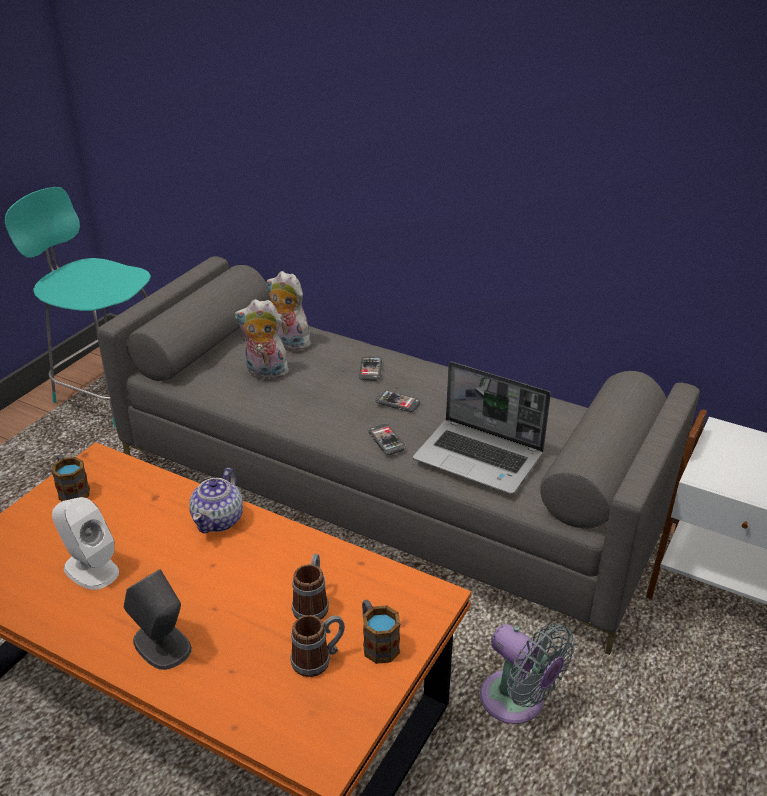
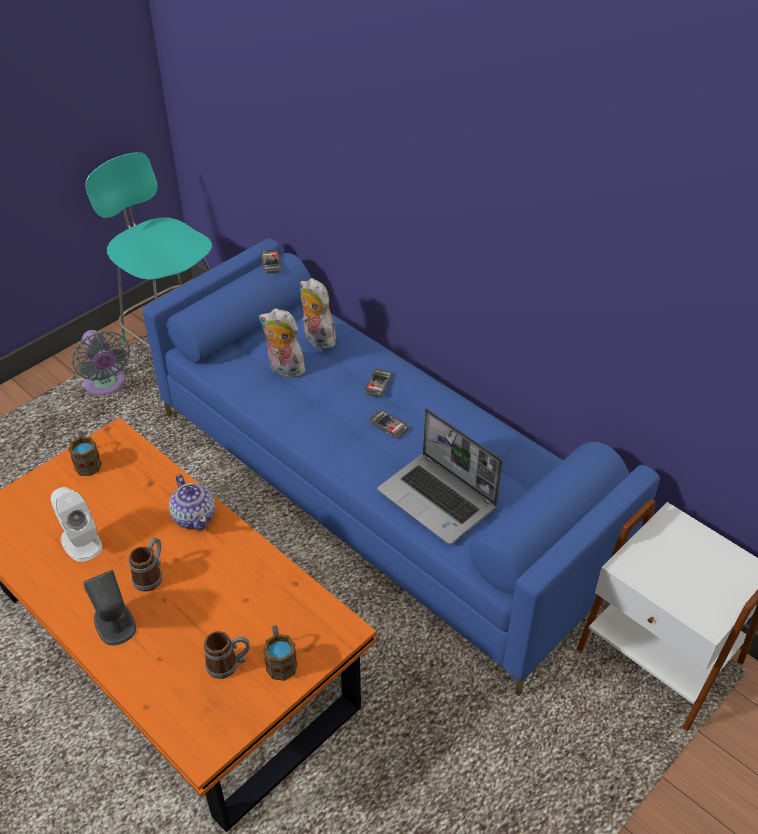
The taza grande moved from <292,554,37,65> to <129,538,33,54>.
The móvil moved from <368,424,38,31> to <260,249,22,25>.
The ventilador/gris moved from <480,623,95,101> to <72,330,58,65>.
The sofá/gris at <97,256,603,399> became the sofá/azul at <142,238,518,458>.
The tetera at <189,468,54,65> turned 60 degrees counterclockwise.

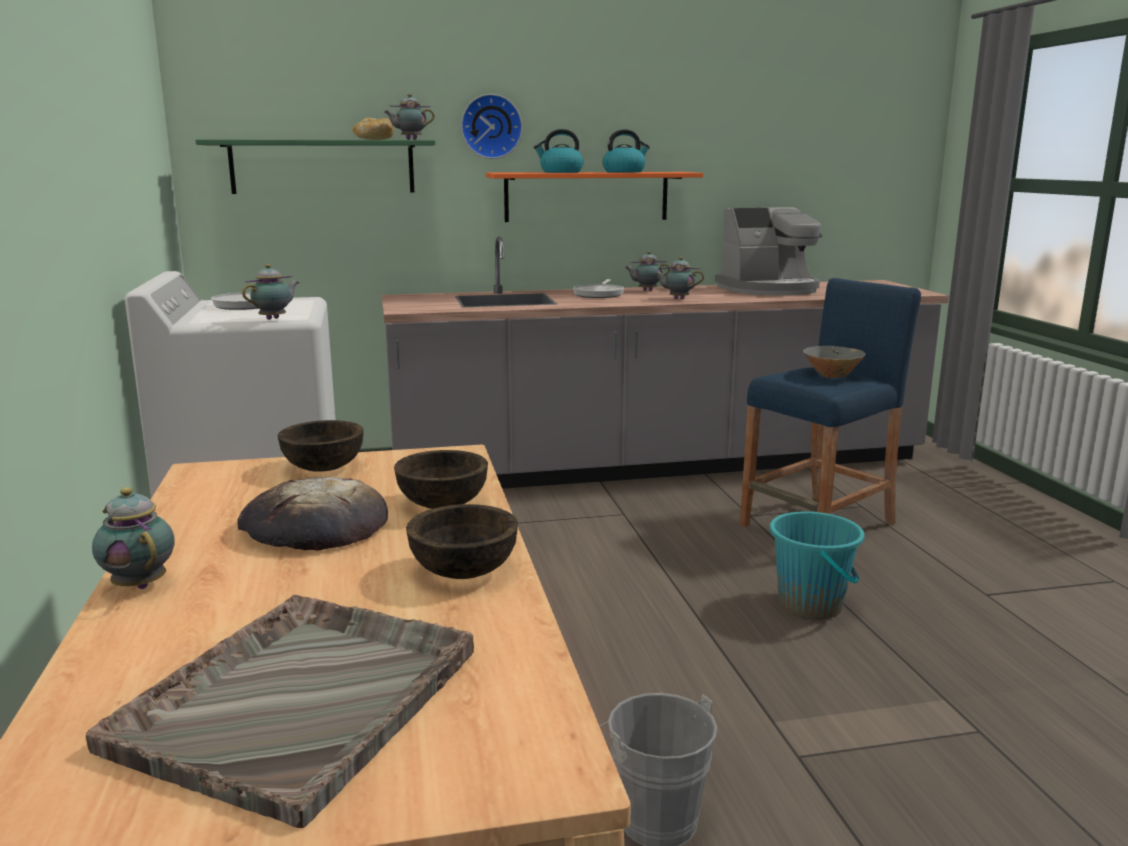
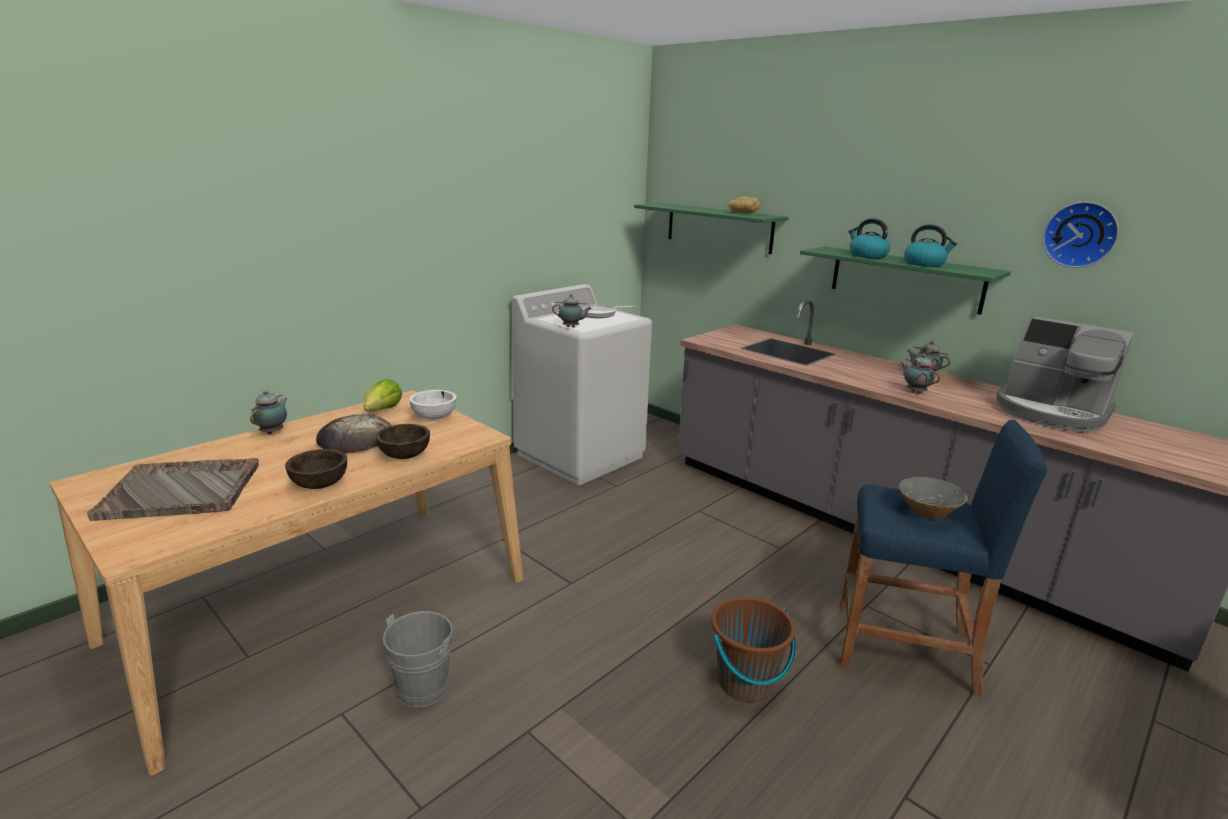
The tetera at <384,94,51,46> disappeared.
The sartén at <573,279,51,19> disappeared.
The lechuga at <364,379,38,32> appeared.
The reloj de pared moved from <461,94,62,65> to <1043,202,76,66>.
The cuenco/marrón at <278,420,86,52> became the cuenco/blanco at <409,390,48,29>.
The estante/naranja at <486,172,217,50> became the estante/verde at <800,246,211,69>.
The cubo/turquesa at <769,511,96,109> became the cubo/marrón at <711,597,85,105>.

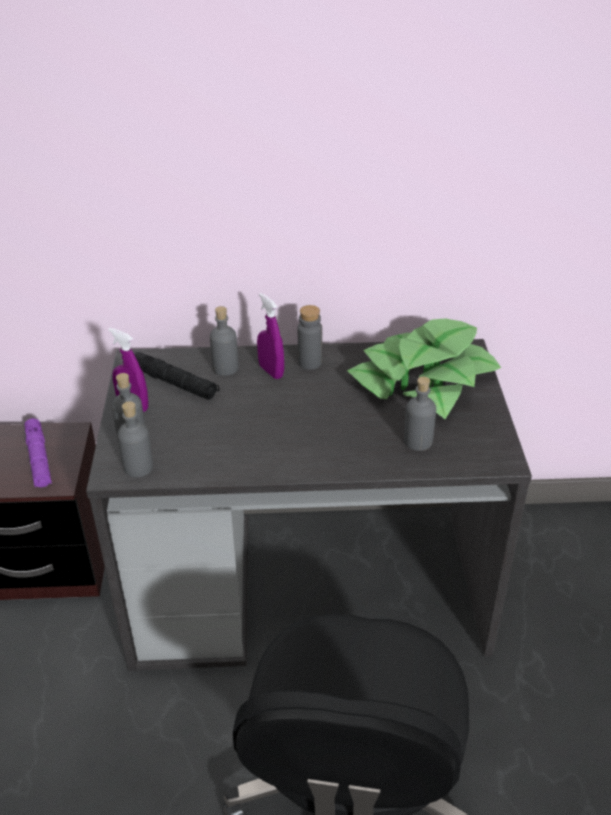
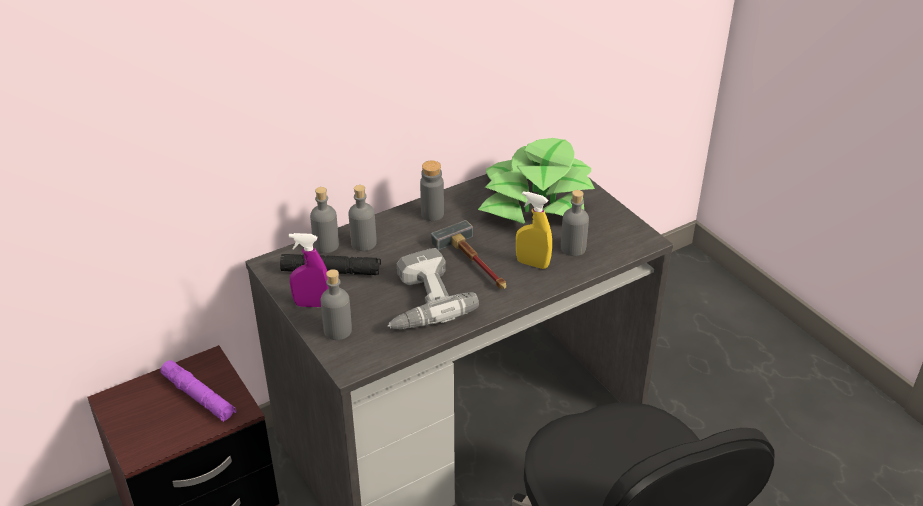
The pulverizador/morado at <257,293,27,86> disappeared.
The taladro at <388,248,91,81> appeared.
The martillo at <431,220,75,69> appeared.
The pulverizador/amarillo at <516,191,36,78> appeared.
The botella/gris moved from <117,401,36,76> to <310,187,29,66>.

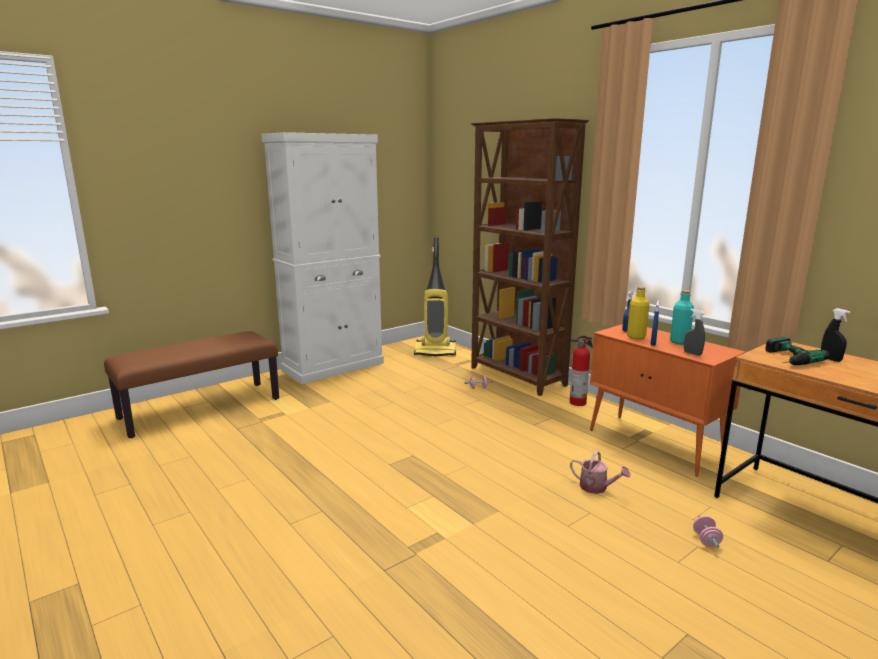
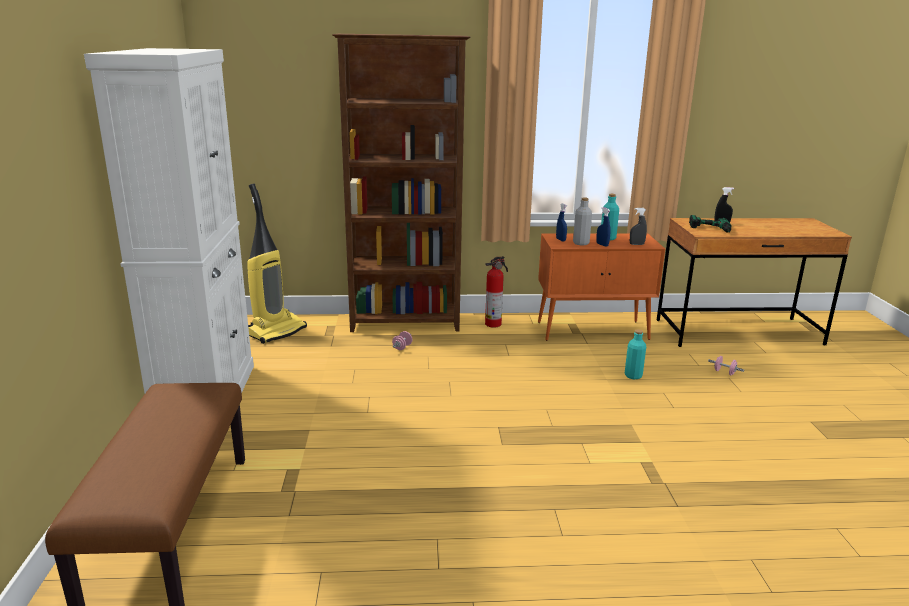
The regadera at <570,451,60,43> was replaced by the botella/turquesa at <625,329,21,50>.
The botella/amarillo at <627,286,23,53> became the botella/gris at <573,197,19,48>.

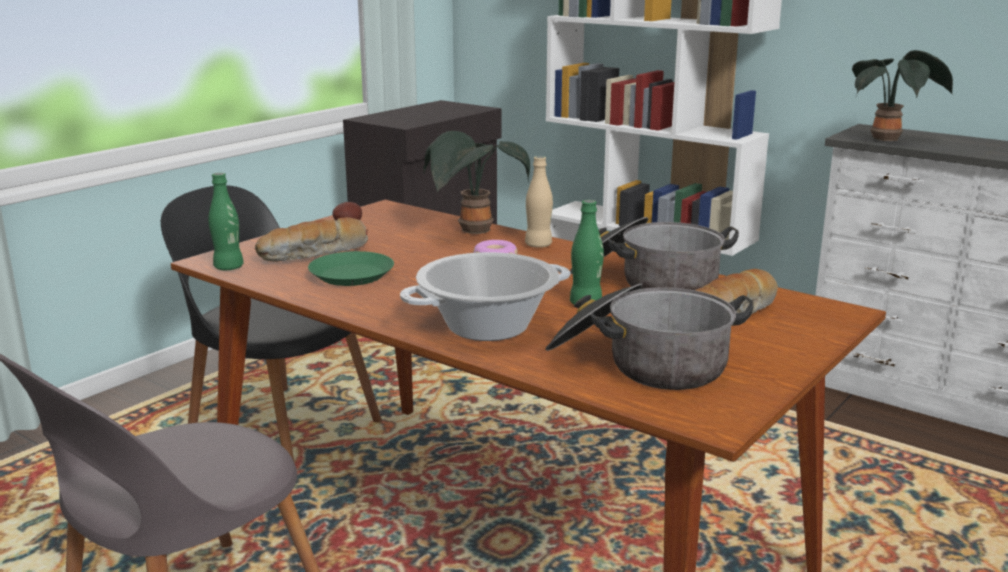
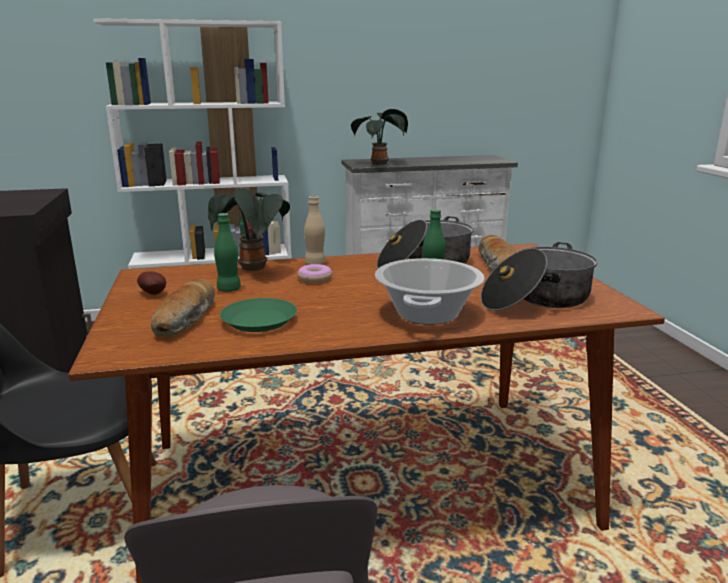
The botella/verde moved from <208,173,36,97> to <214,213,27,79>.

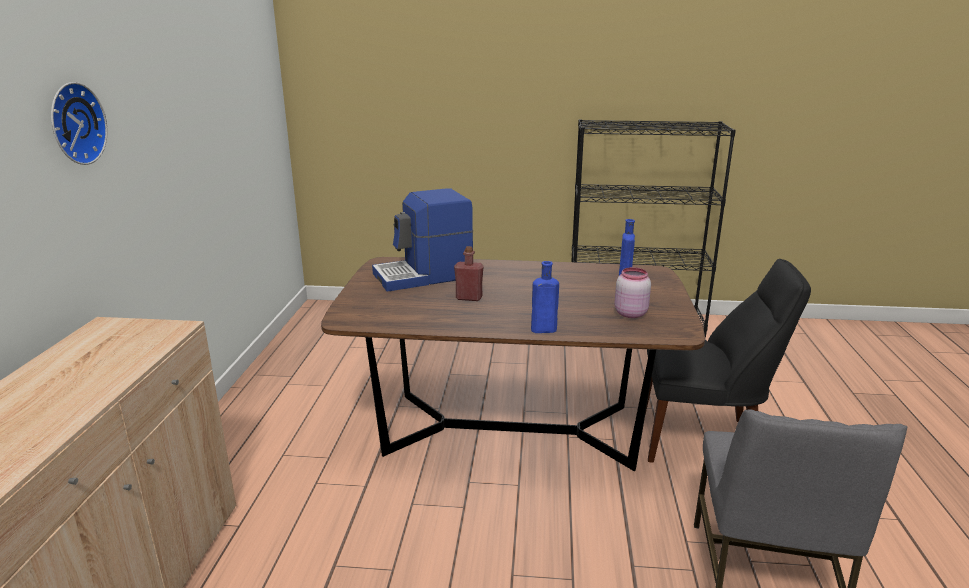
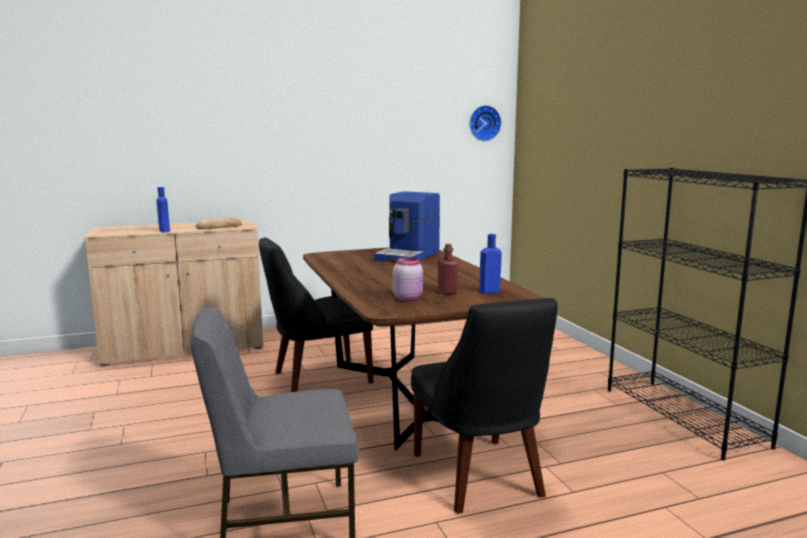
The pan at <196,217,46,12> appeared.
The silla/negro at <259,237,115,155> appeared.
The reloj de pared moved from <51,82,57,83> to <469,105,32,36>.
The botella/rojo moved from <454,246,30,55> to <438,244,20,51>.
The botella/azul moved from <531,261,28,72> to <157,187,13,45>.
The cafetera at <372,188,101,104> turned 105 degrees counterclockwise.

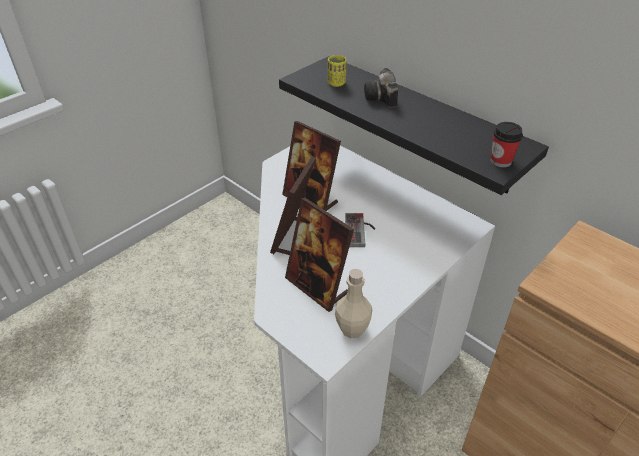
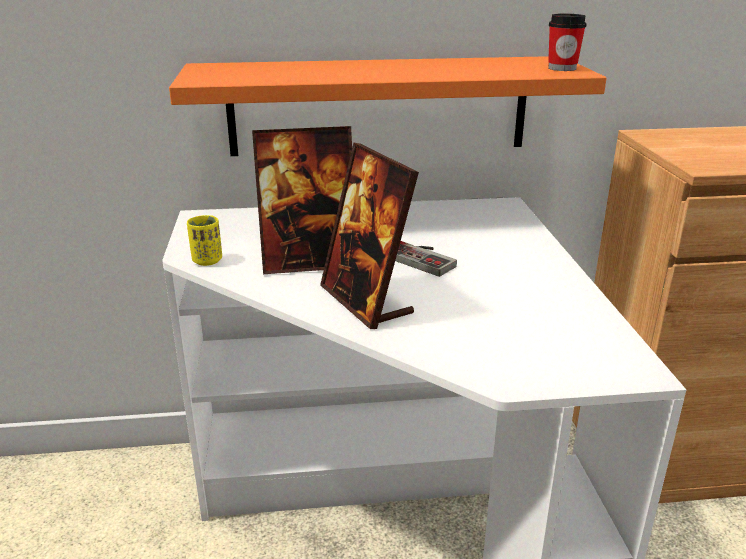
The portarretratos at <285,197,69,115> disappeared.
The botella/beis at <335,269,37,69> disappeared.
The cámara at <364,68,34,40> disappeared.
The taza/amarillo moved from <328,55,18,32> to <187,215,35,51>.
The estante/negro at <279,56,270,139> became the estante/naranja at <169,56,438,100>.

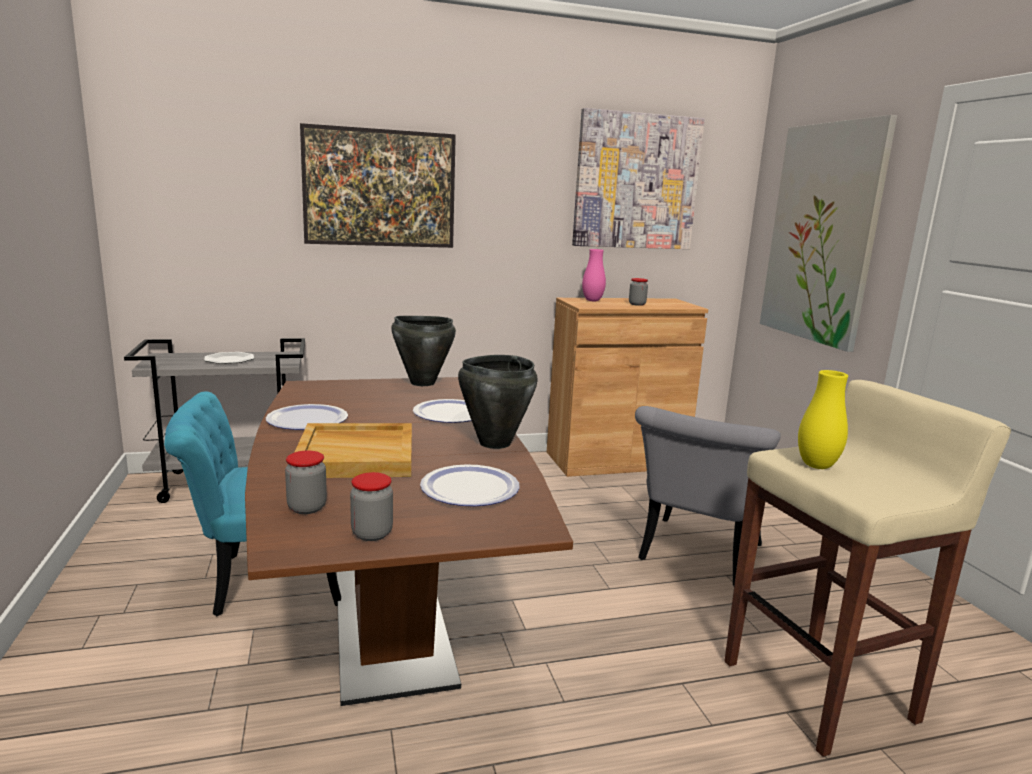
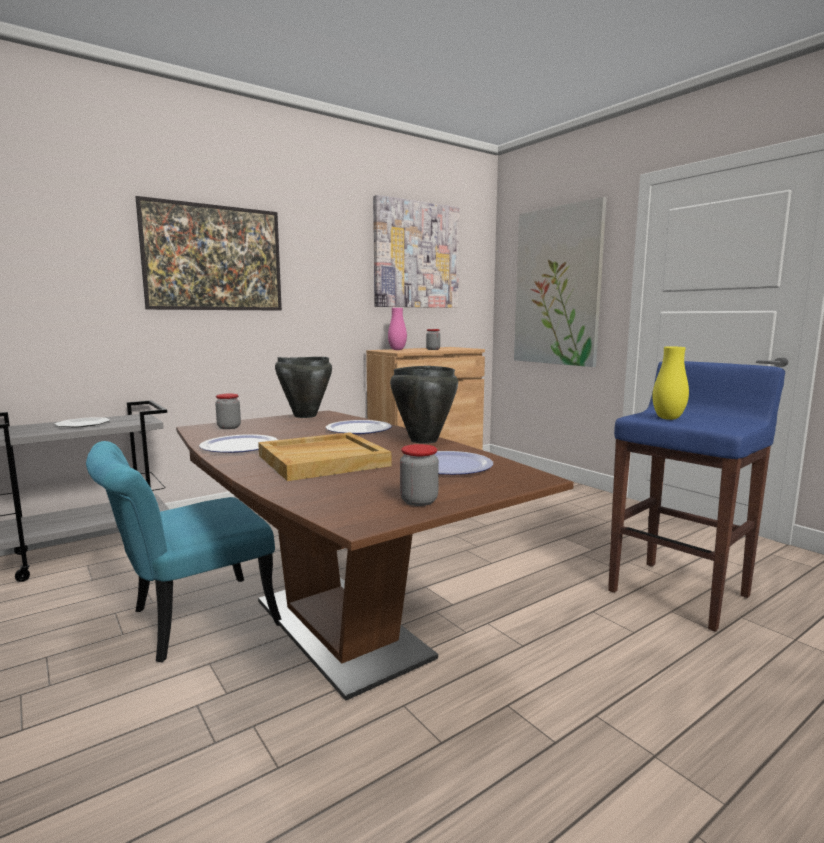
The silla/gris at <635,406,146,180> disappeared.
The tarro moved from <285,451,42,63> to <215,394,26,35>.
The taburete/beis at <724,380,287,377> became the taburete/azul at <608,361,177,271>.

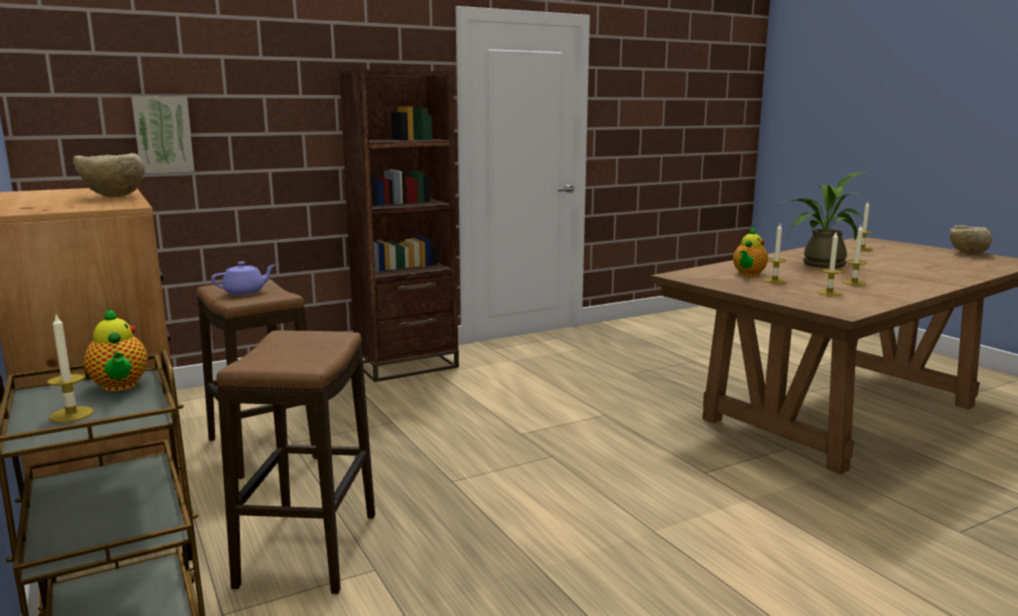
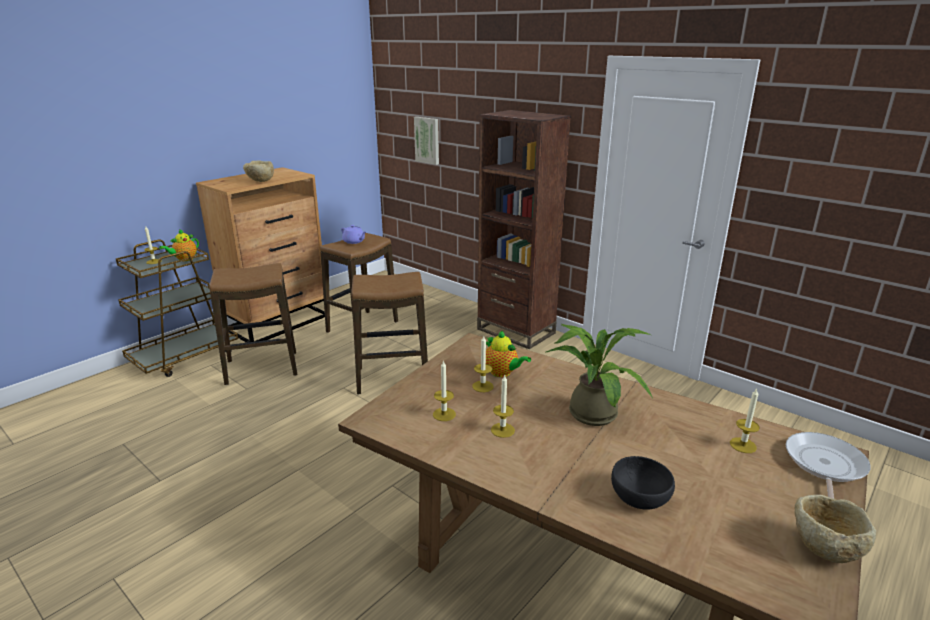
The taburete at <351,272,77,122> appeared.
The cuenco/negro at <611,456,64,54> appeared.
The sartén at <786,432,85,66> appeared.
The tetera at <733,227,35,49> turned 150 degrees counterclockwise.

